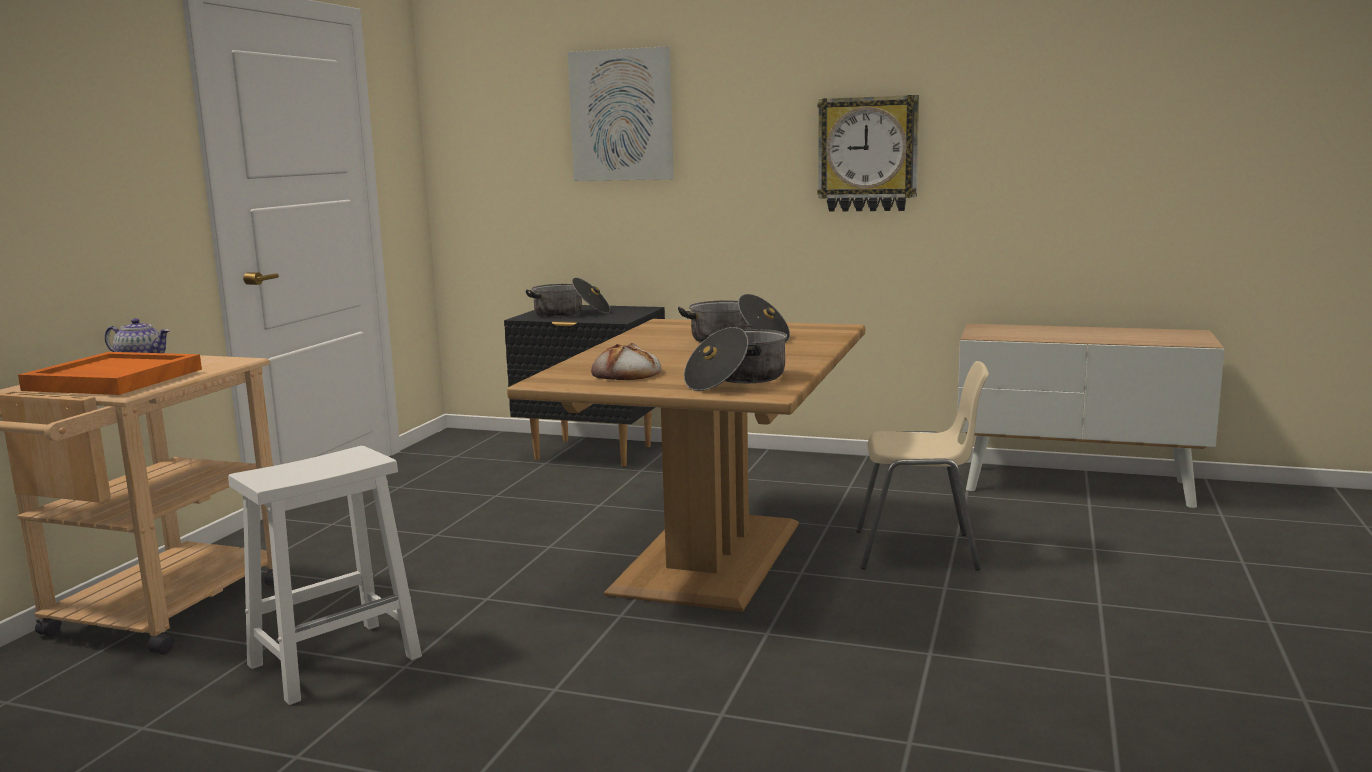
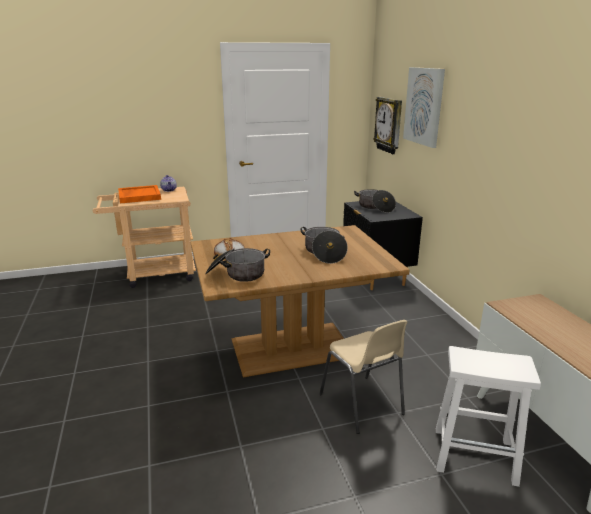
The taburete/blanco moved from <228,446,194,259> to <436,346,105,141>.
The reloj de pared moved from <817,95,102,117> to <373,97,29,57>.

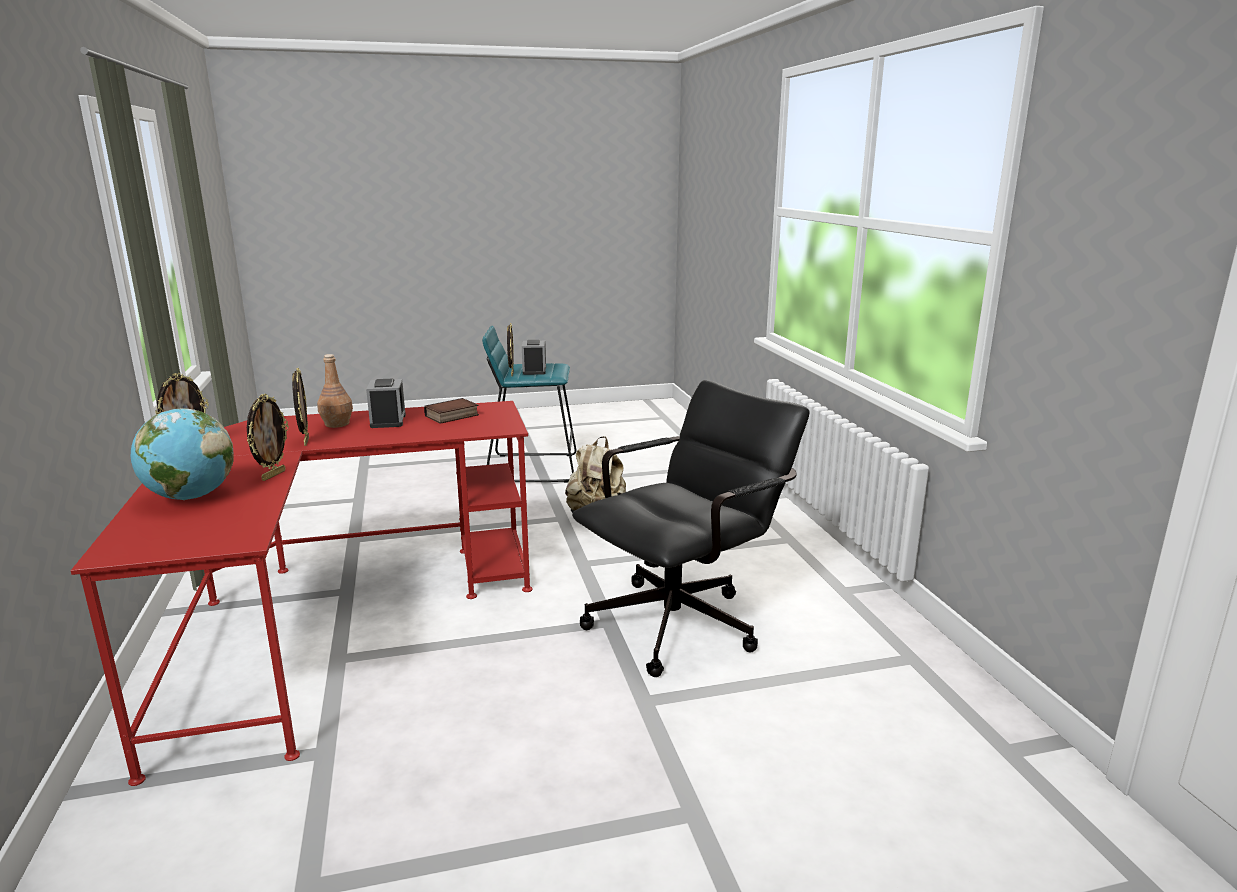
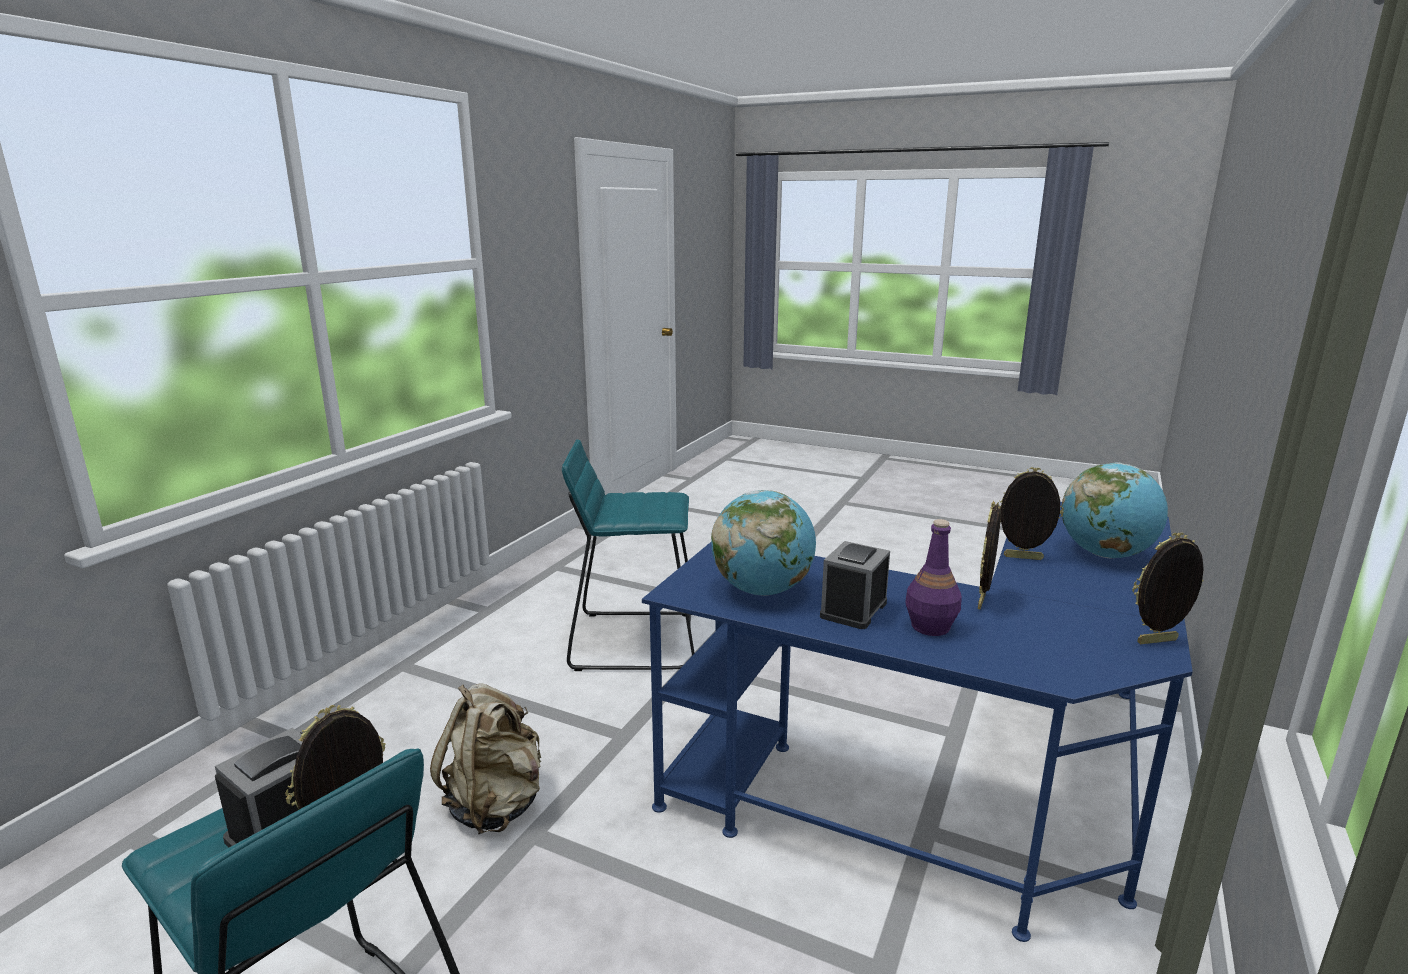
The libro at <424,398,55,26> was replaced by the globo terráqueo at <711,490,105,106>.
The silla de oficina/negro at <572,380,238,297> was replaced by the taburete/turquesa at <562,439,132,232>.
The escritorio/rojo at <71,401,461,385> became the escritorio/azul at <642,502,551,440>.
The botella/marrón at <317,354,36,74> became the botella/morado at <906,519,56,117>.
The portarretratos at <247,394,42,87> turned 45 degrees clockwise.

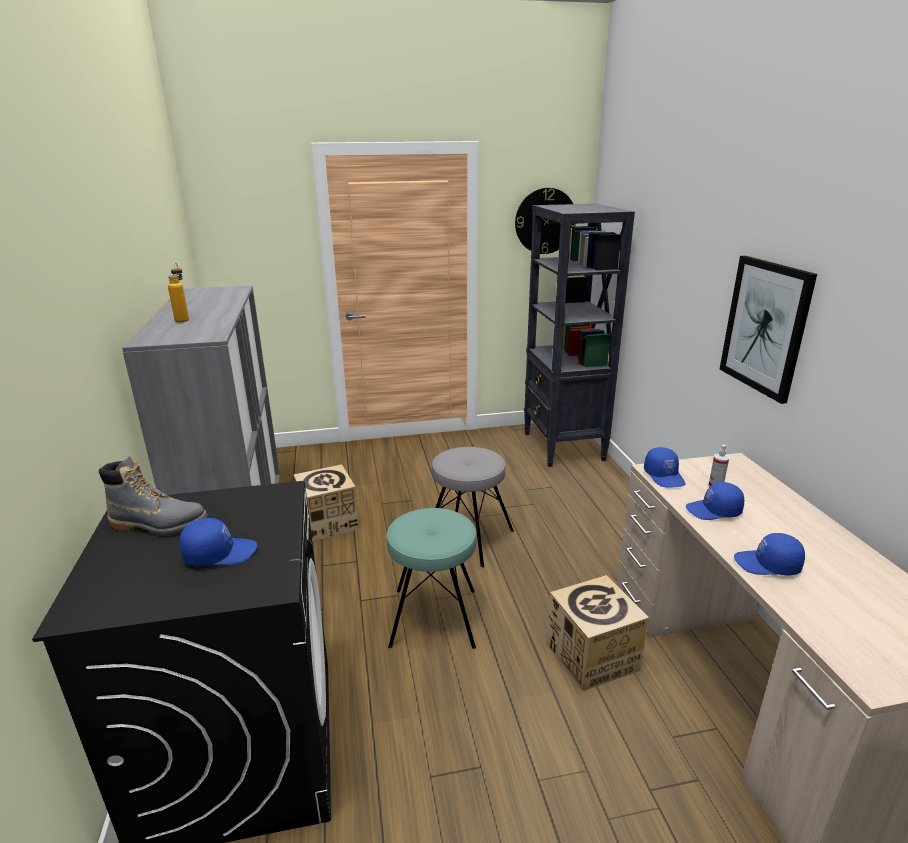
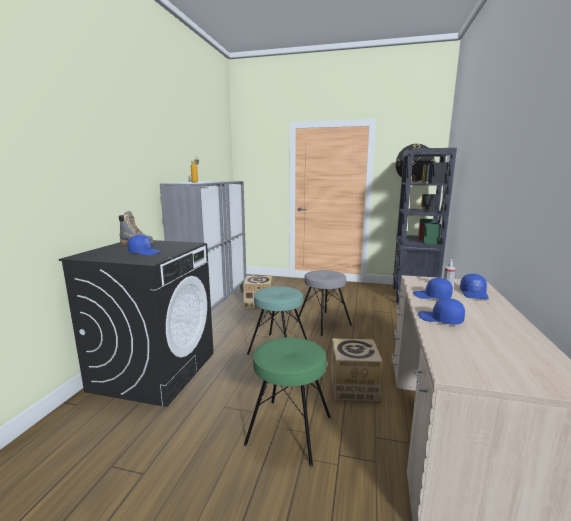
The cuadro at <720,256,97,148> disappeared.
The taburete/verde at <244,337,87,130> appeared.
The gorra/azul moved from <644,447,41,40> to <460,274,29,25>.

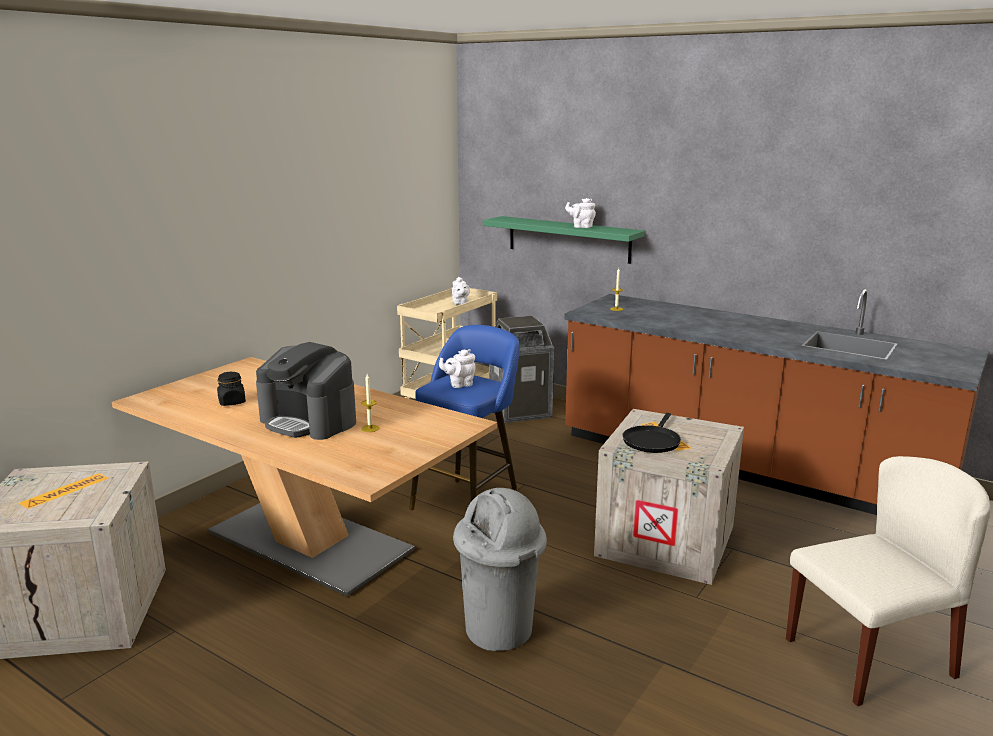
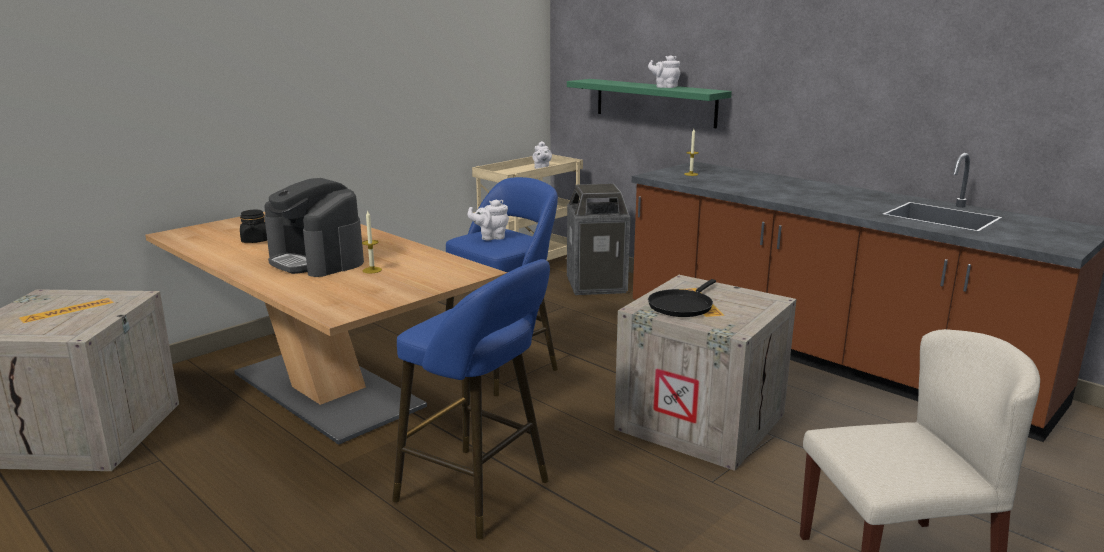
The papelera/gris at <453,488,94,163> was replaced by the taburete/azul at <392,259,158,280>.

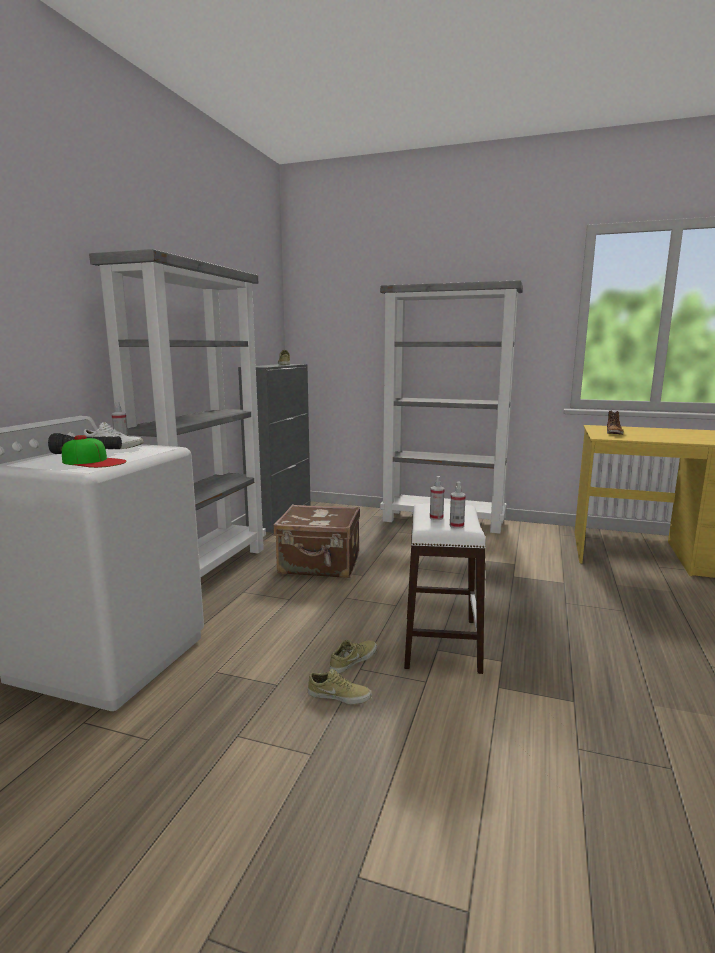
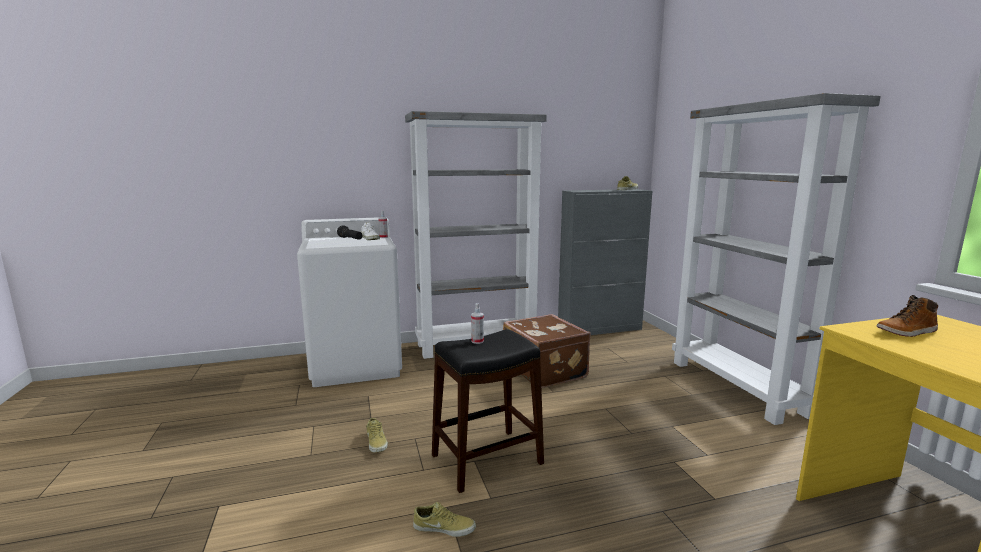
The gorra at <62,435,65,33> disappeared.
The pulverizador at <450,481,16,48> disappeared.
The zapato/beis moved from <330,640,47,33> to <413,502,63,35>.
The taburete/blanco at <404,503,82,171> became the taburete/negro at <432,329,112,164>.

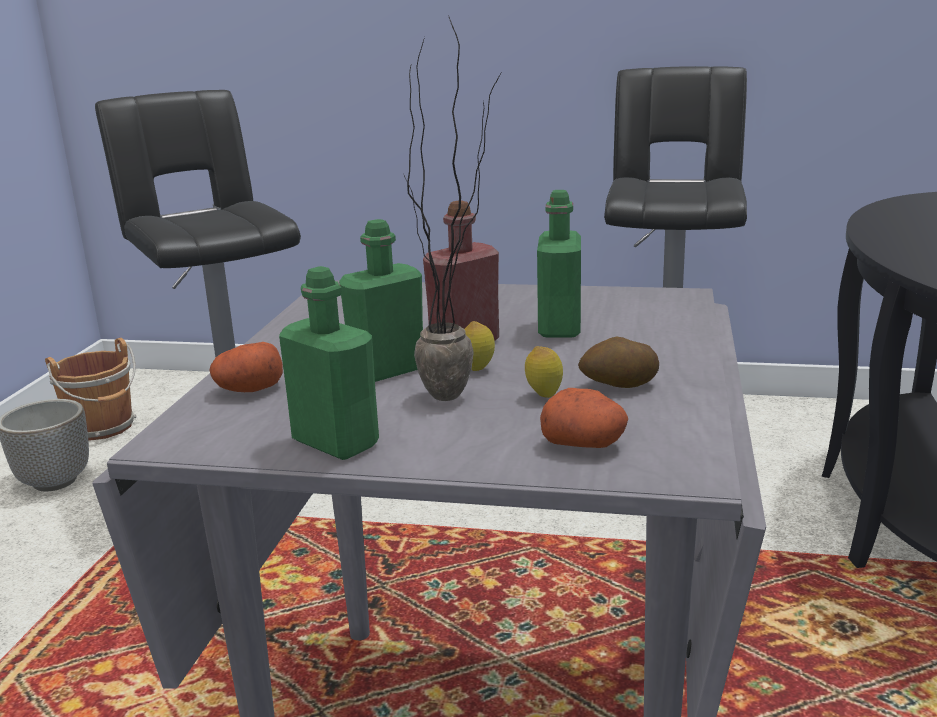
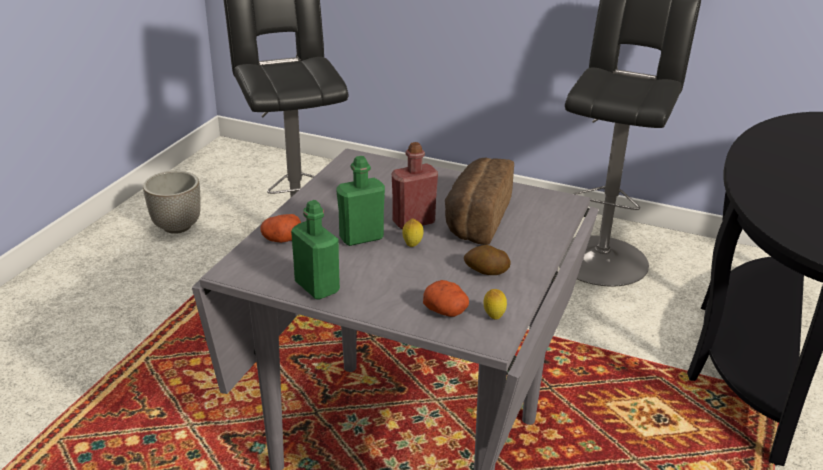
The cubo/marrón at <45,338,92,103> disappeared.
The planta en maceta at <403,15,98,386> disappeared.
The limón moved from <525,346,38,52> to <483,289,24,31>.
The botella/verde at <537,190,44,147> was replaced by the pan at <445,157,69,88>.

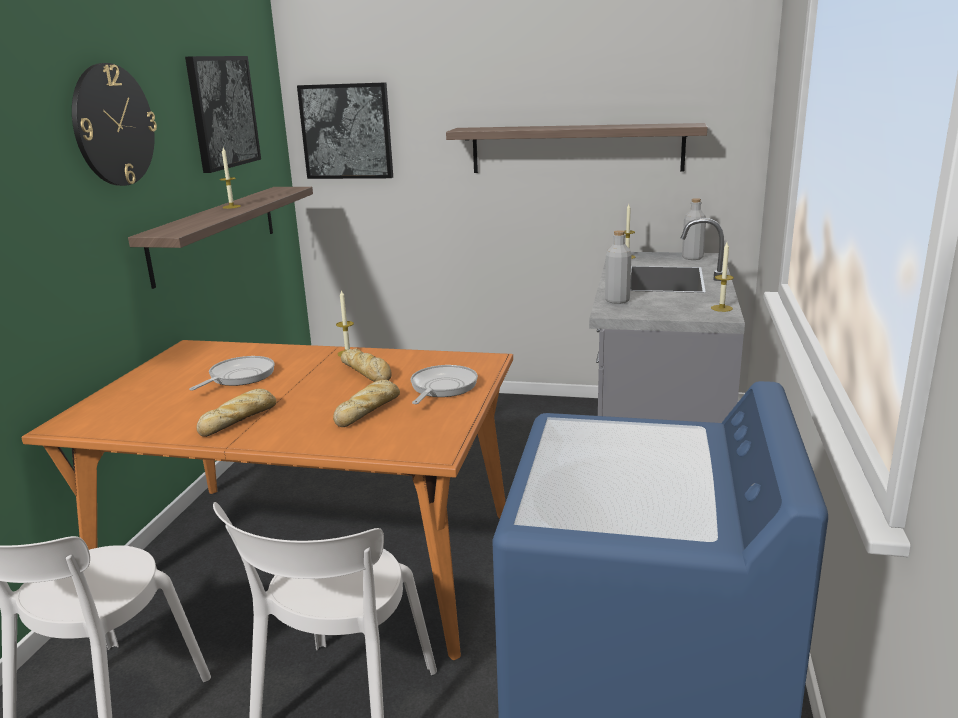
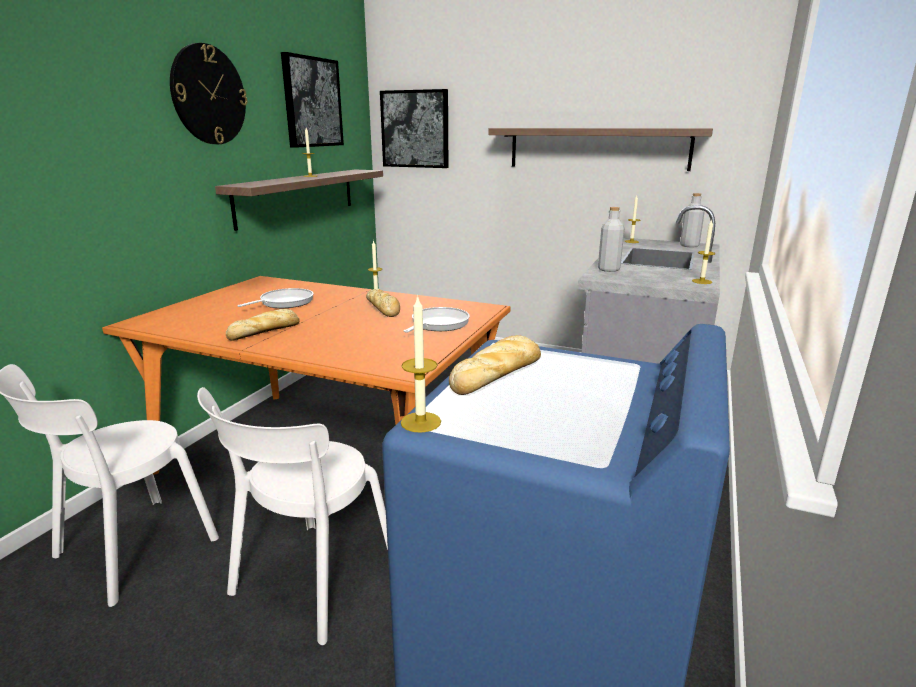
The vela at <401,295,40,138> appeared.
The pan moved from <333,380,67,47> to <449,335,92,60>.

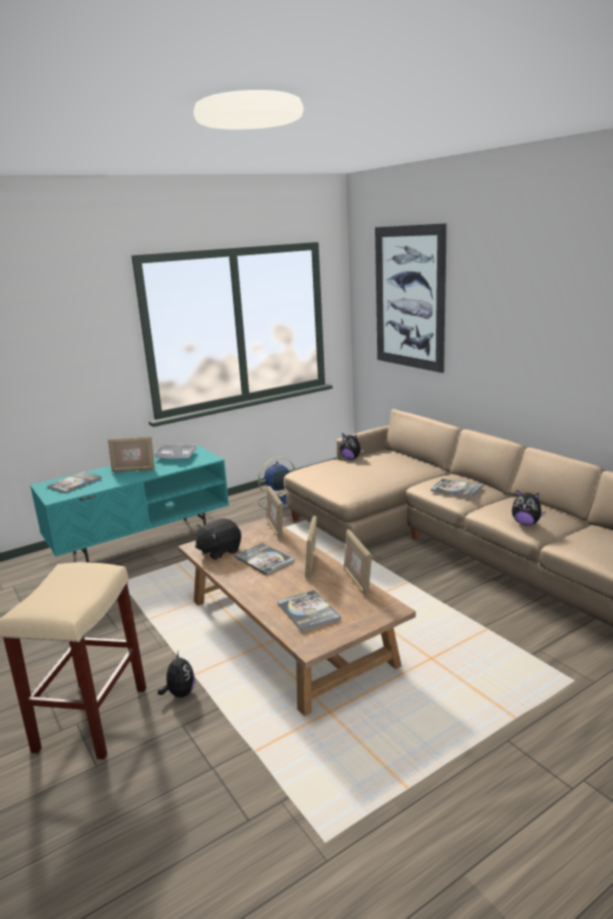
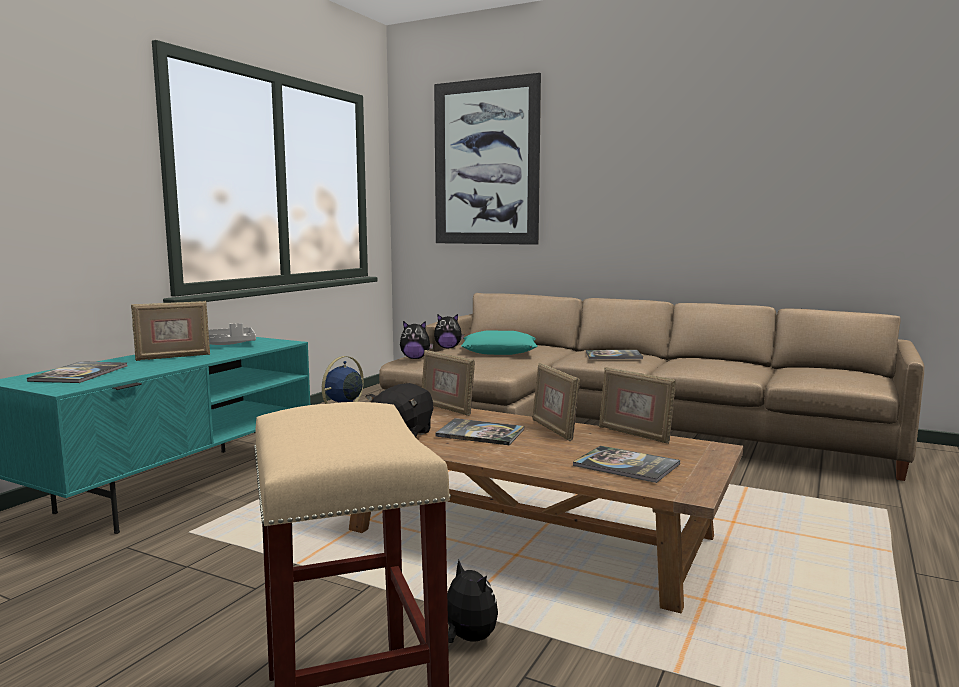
The cojín/turquesa at <461,331,76,24> appeared.
The peluche moved from <512,490,34,35> to <400,321,33,38>.

